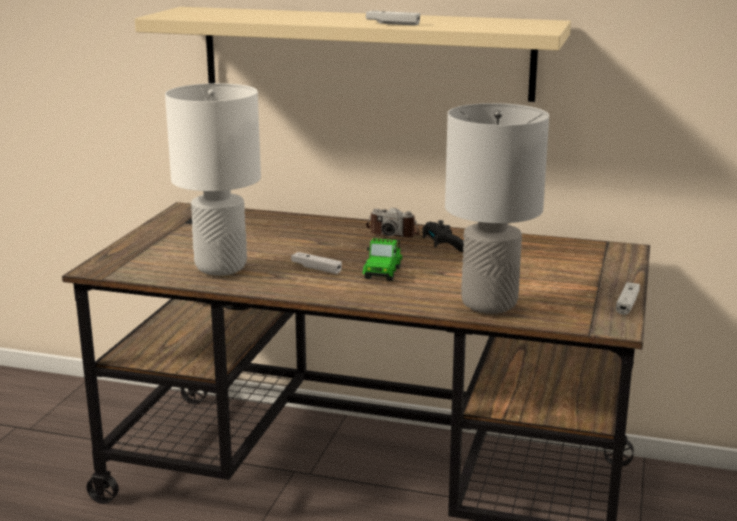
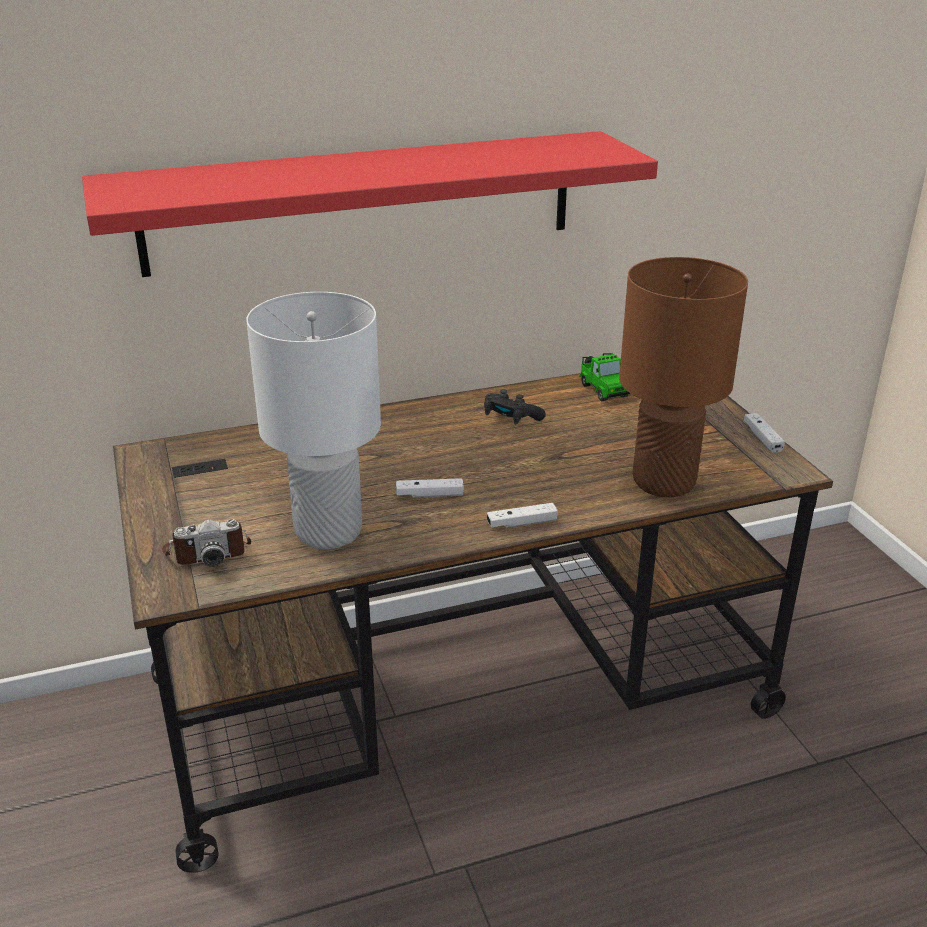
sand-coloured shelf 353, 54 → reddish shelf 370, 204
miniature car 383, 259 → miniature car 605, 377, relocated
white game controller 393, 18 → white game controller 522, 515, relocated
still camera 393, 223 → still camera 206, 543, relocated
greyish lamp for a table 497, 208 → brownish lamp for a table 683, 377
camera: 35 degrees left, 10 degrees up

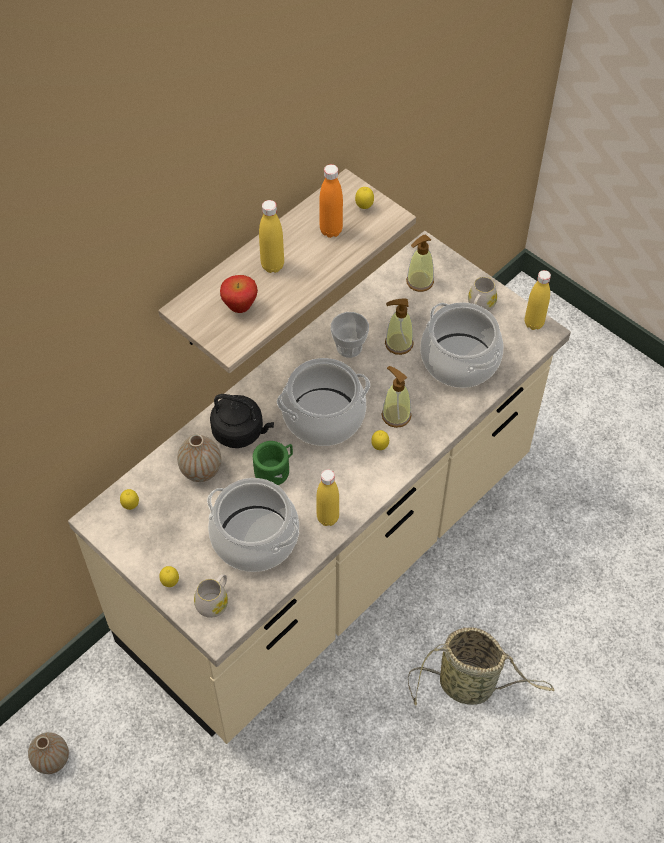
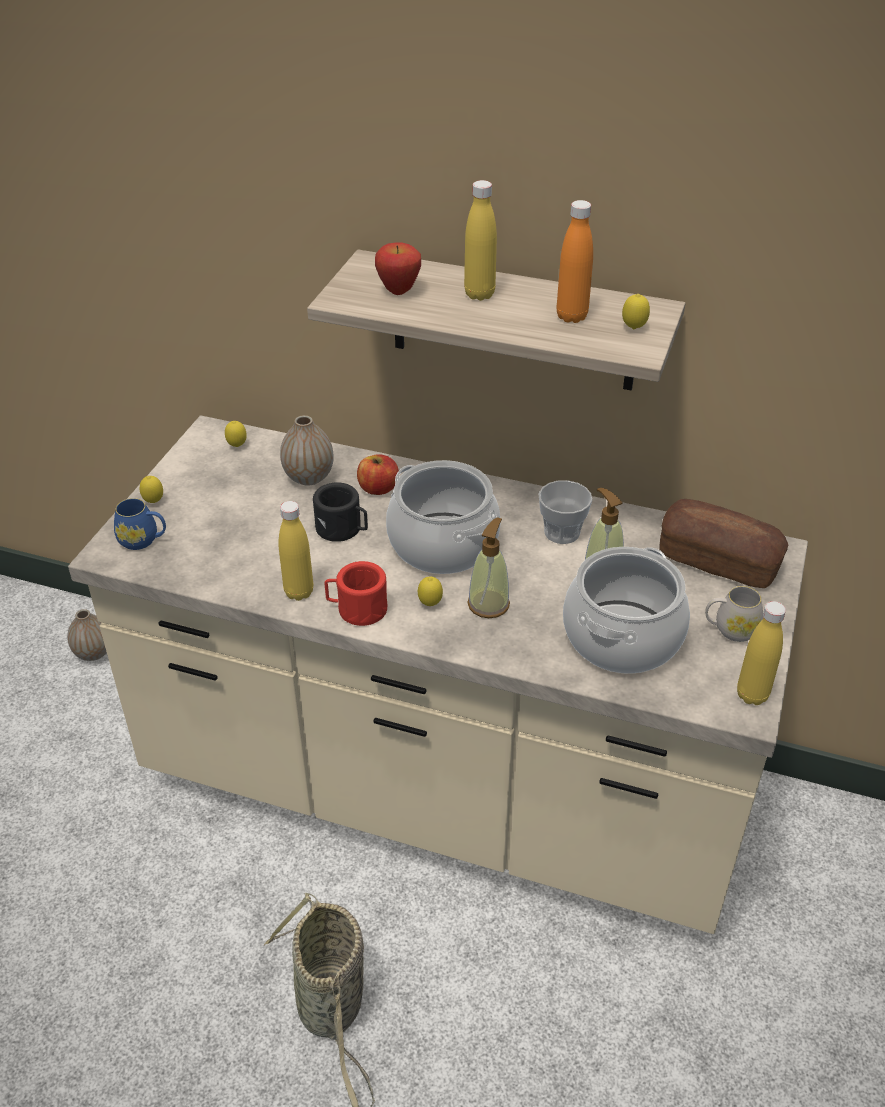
white tea mug 211, 596 → bluish tea mug 140, 524
cooking pot 253, 525 → -
black-coloured kettle 242, 421 → whole apple 378, 475
green-coloured tea mug 273, 463 → black-coloured tea mug 340, 512
soap dispenser 420, 263 → bread 723, 543
- → reddish tea mug 355, 593
camera: 65 degrees right, 15 degrees down

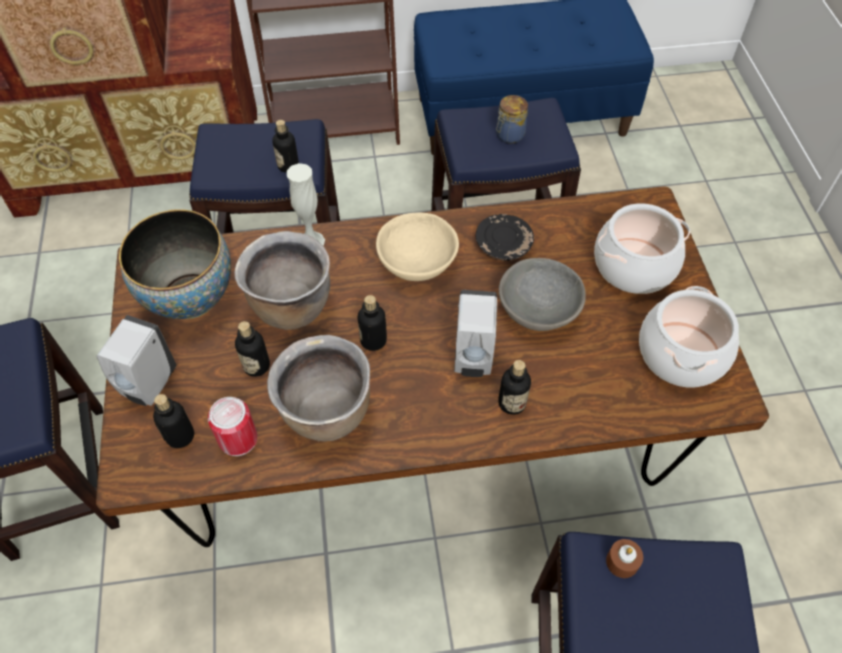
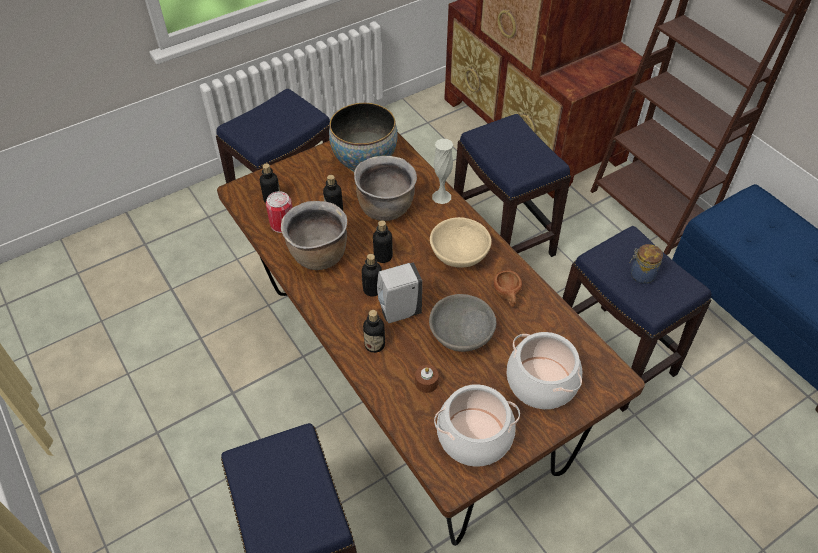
white soap dispenser 137, 360 → -
beverage bottle 285, 146 → beverage bottle 372, 275, relocated
black-coloured flat dish 504, 237 → brownish drinking cup 507, 288
brownish candle 624, 558 → brownish candle 427, 379, relocated
camera: 65 degrees right, 5 degrees down

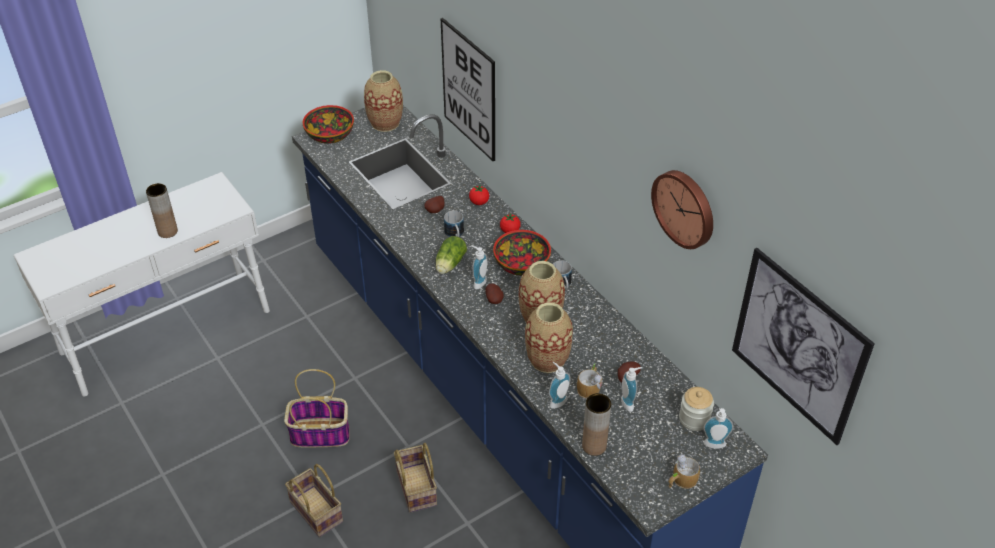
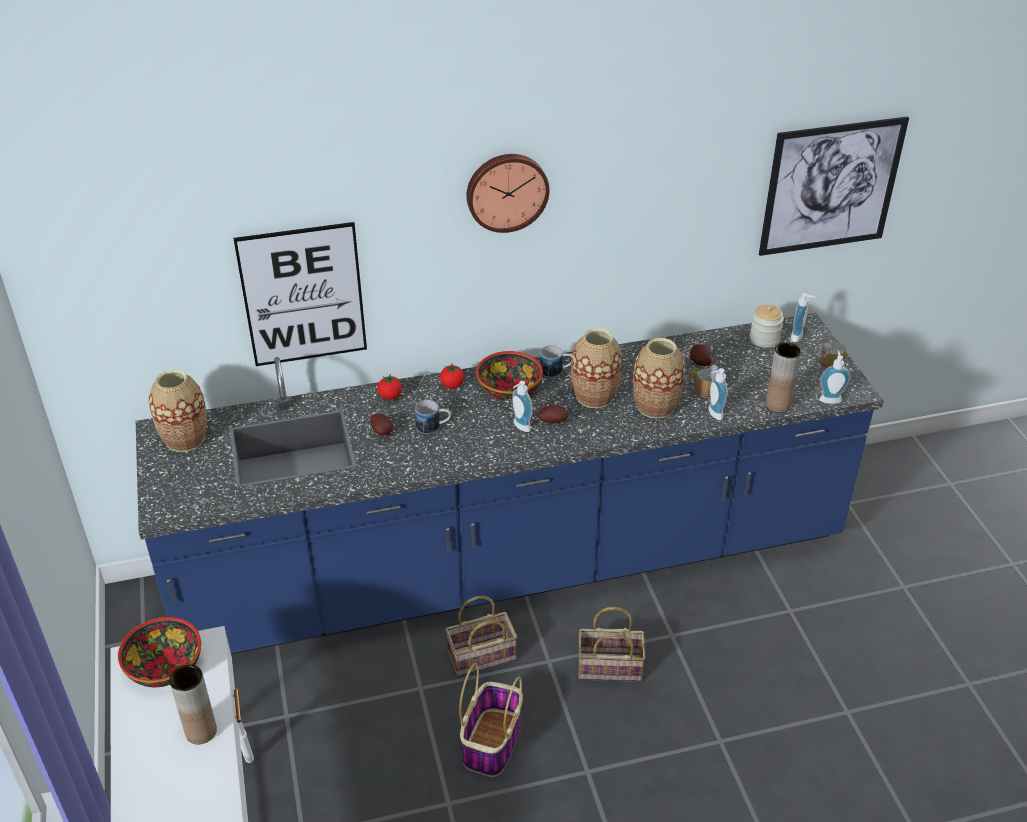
storage basket 314, 500 → storage basket 481, 636, relocated
serving bowl 328, 124 → serving bowl 159, 652, relocated
lettuce head 451, 255 → -
soap dispenser 631, 389 → soap dispenser 835, 377, relocated
wall clock 682, 209 → wall clock 507, 193, relocated
camera: 70 degrees left, 5 degrees down

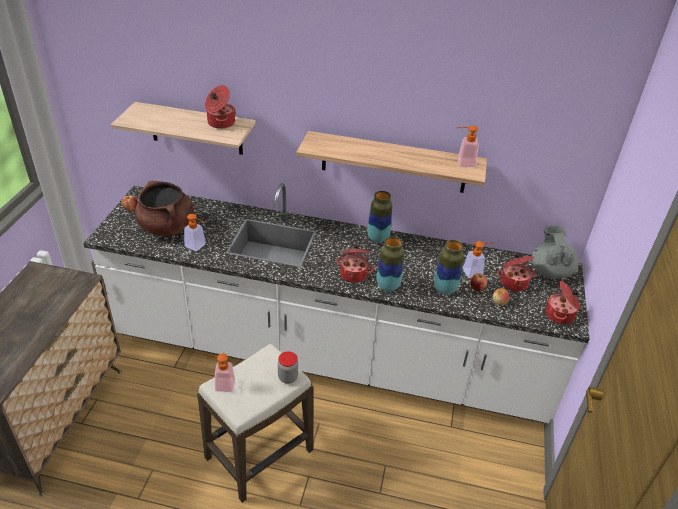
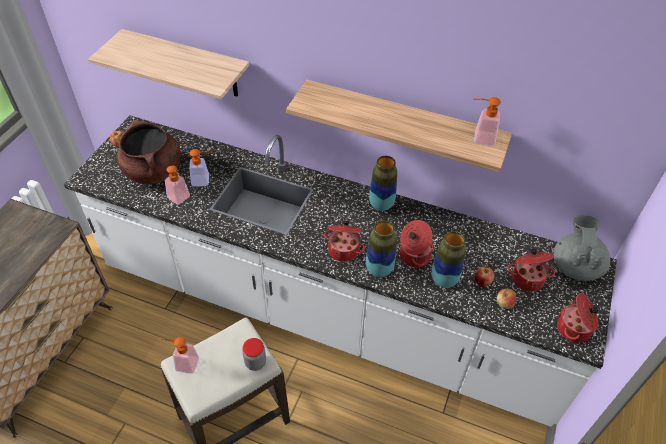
cooking pot 220, 107 → cooking pot 417, 243, relocated
soap dispenser 477, 259 → soap dispenser 200, 168, relocated
camera: 10 degrees right, 10 degrees up

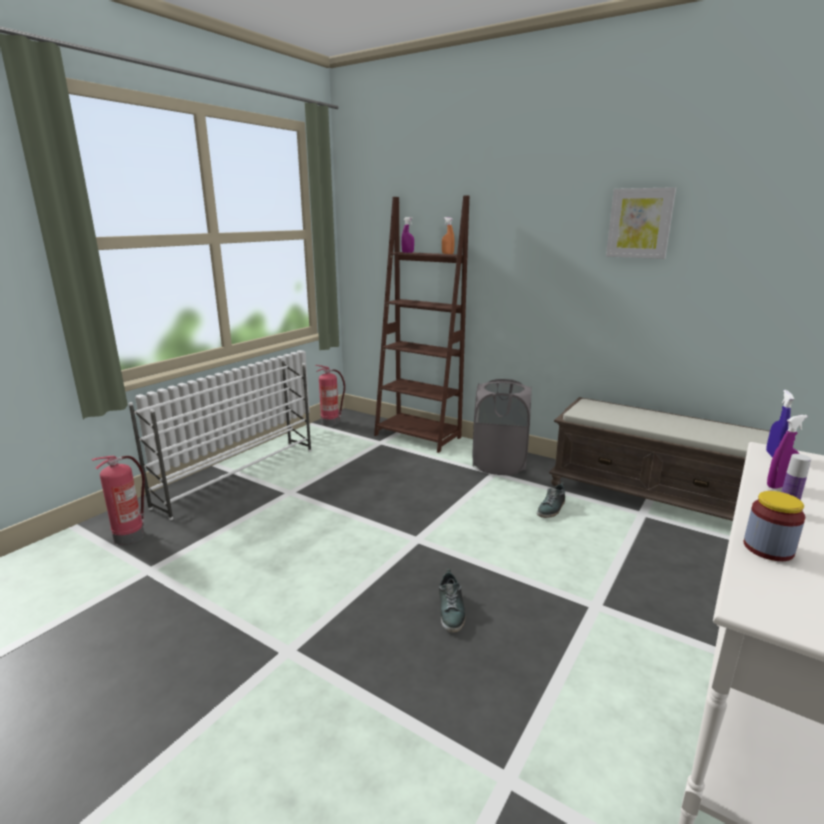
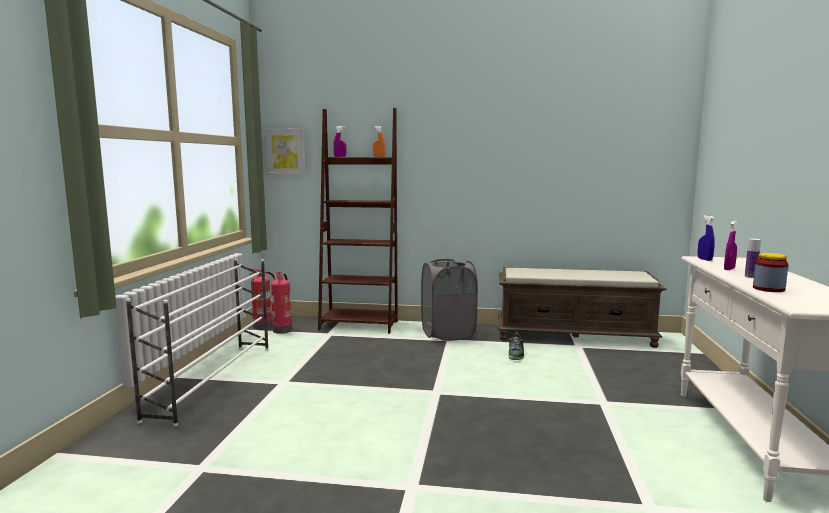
fire-fighting cylinder 118, 500 → fire-fighting cylinder 281, 303, relocated
shoe 452, 601 → -
picture 641, 223 → picture 285, 151, relocated
camera: 25 degrees left, 10 degrees down

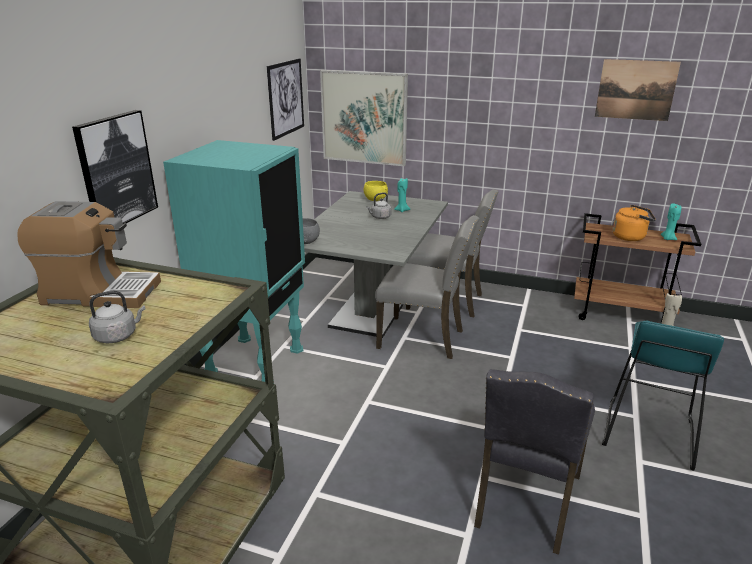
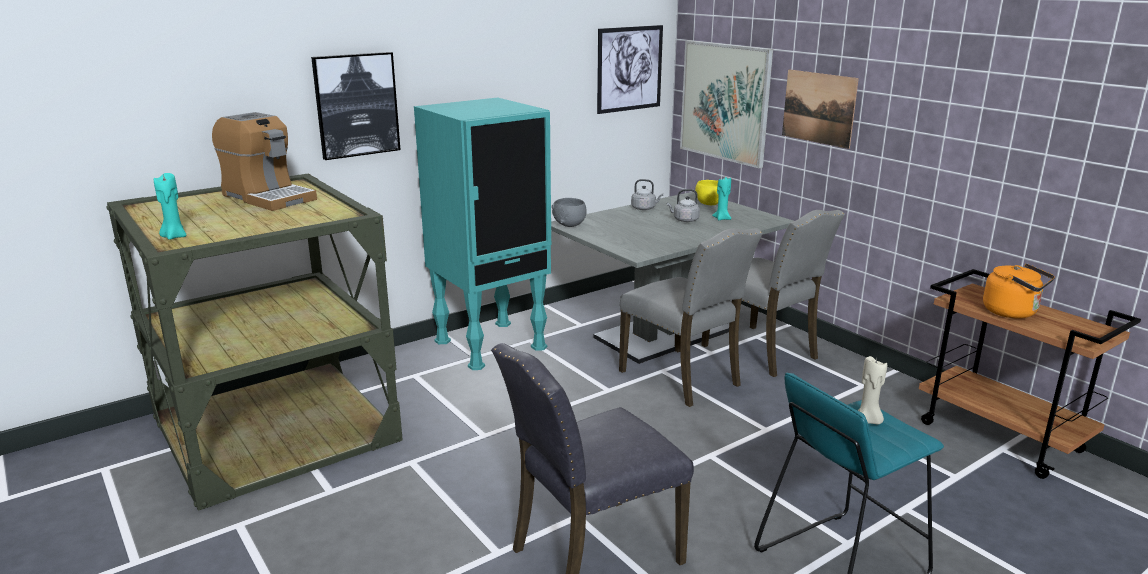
greyish kettle 117, 317 → greyish kettle 647, 194, relocated
picture 638, 90 → picture 820, 109, relocated
turquoise-coloured candle 671, 221 → turquoise-coloured candle 170, 206, relocated
camera: 35 degrees right, 5 degrees down

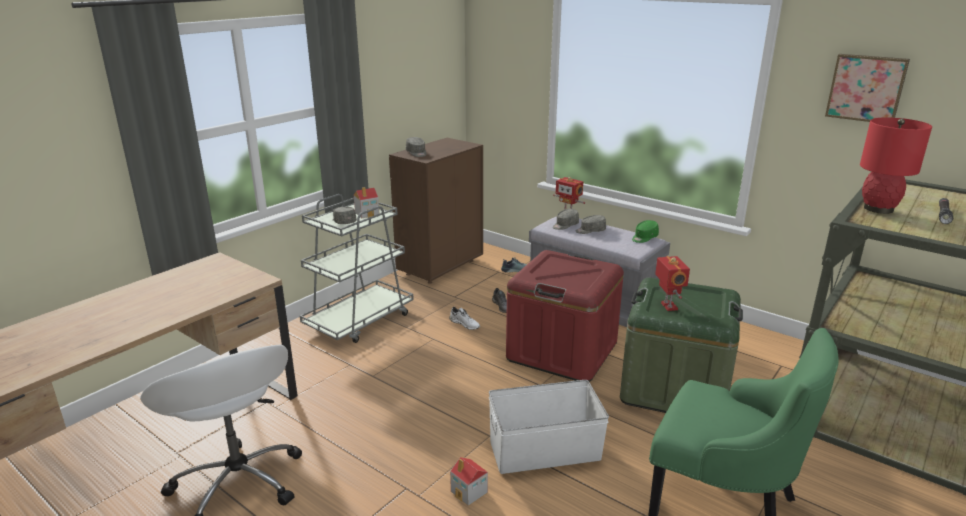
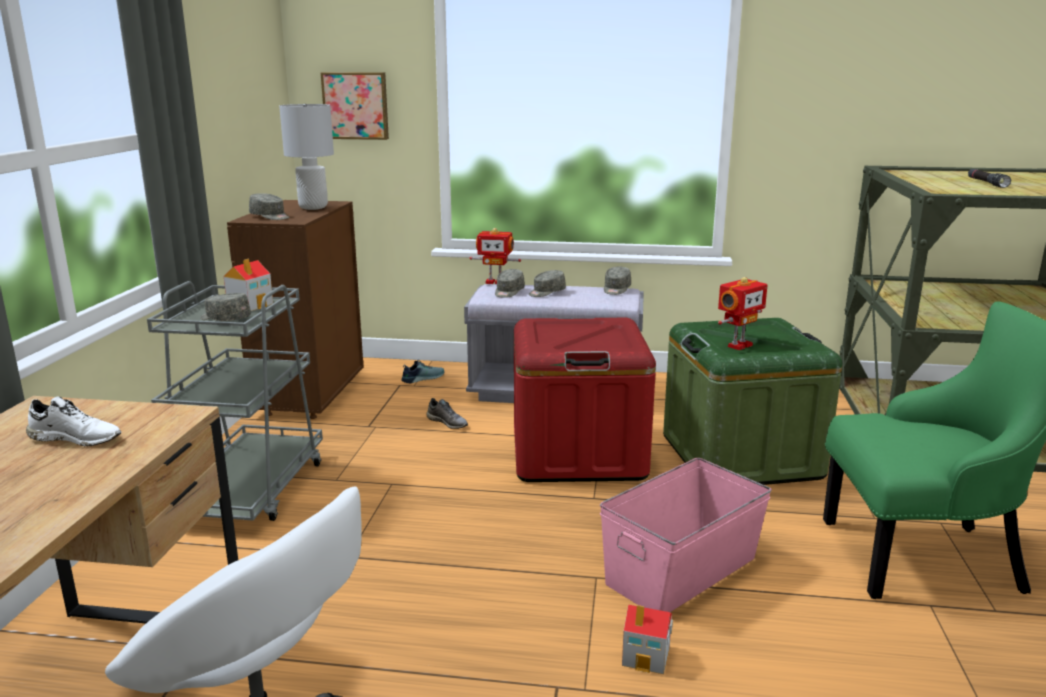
white shoe 464, 318 → white shoe 73, 421, relocated
white storage bin 549, 427 → pinkish storage bin 686, 535
green-coloured peaked cap 645, 231 → greyish peaked cap 617, 280
model robot 672, 283 → model robot 743, 313, 90 degrees clockwise
picture 867, 88 → picture 354, 106, relocated
reddish lamp for a table 896, 165 → -
- → greyish lamp for a table 306, 157
camera: 30 degrees left, 5 degrees down

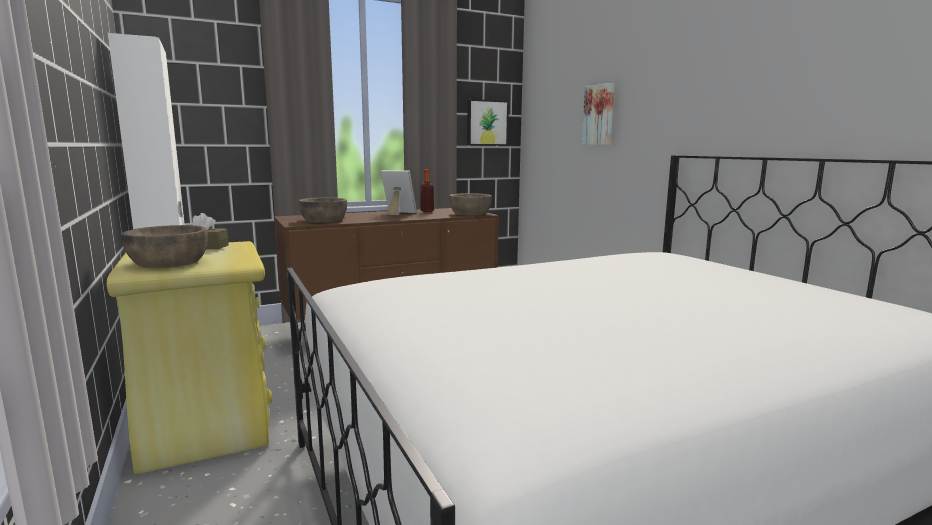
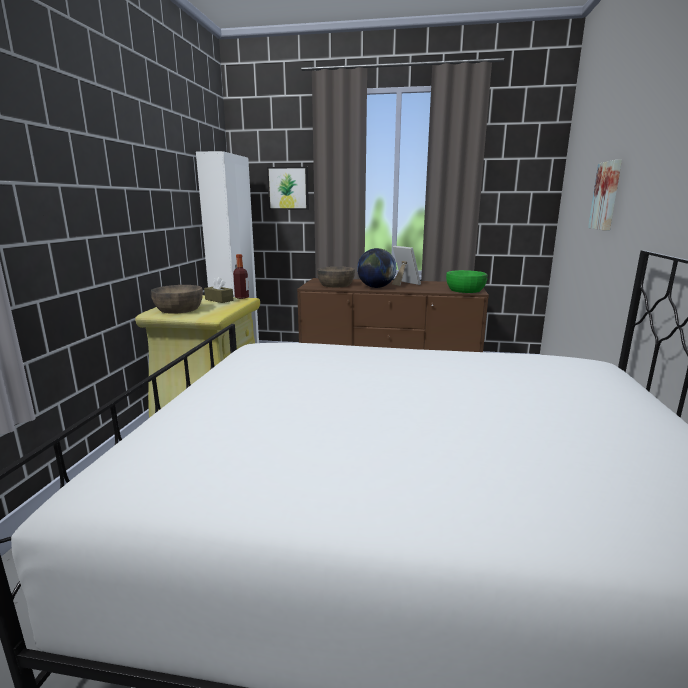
beverage bottle 427, 190 → beverage bottle 241, 276, relocated
brownish serving bowl 470, 204 → green-coloured serving bowl 467, 281
picture 488, 122 → picture 288, 188, relocated
- → desk globe 376, 268
camera: 35 degrees right, 5 degrees up

